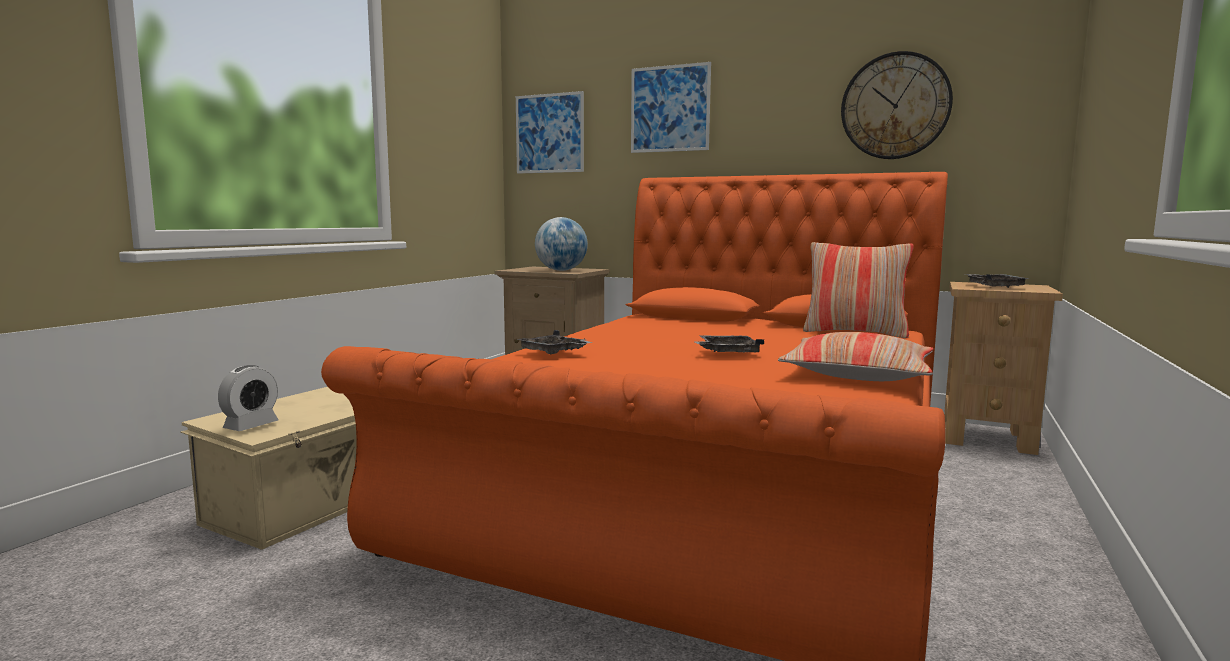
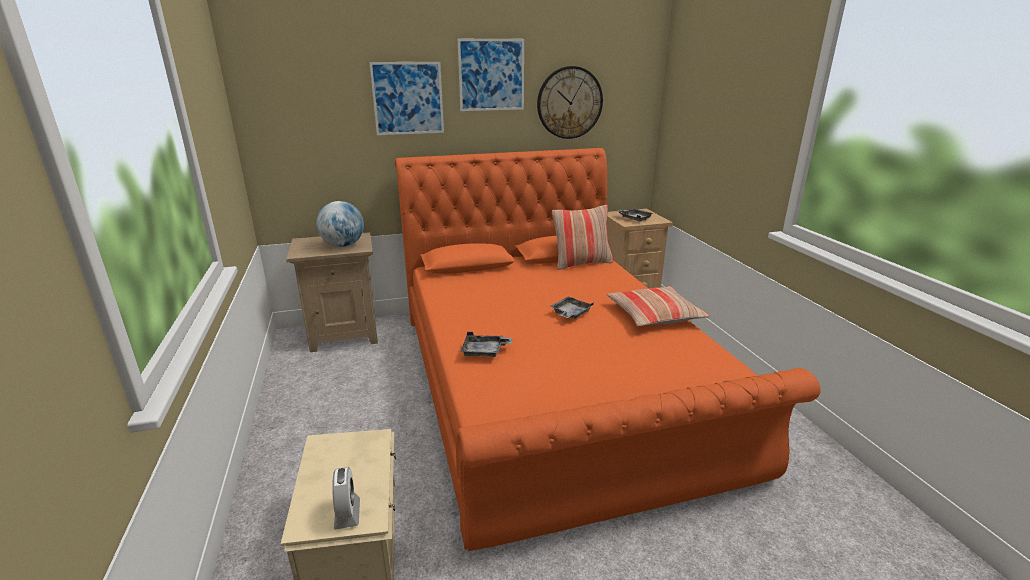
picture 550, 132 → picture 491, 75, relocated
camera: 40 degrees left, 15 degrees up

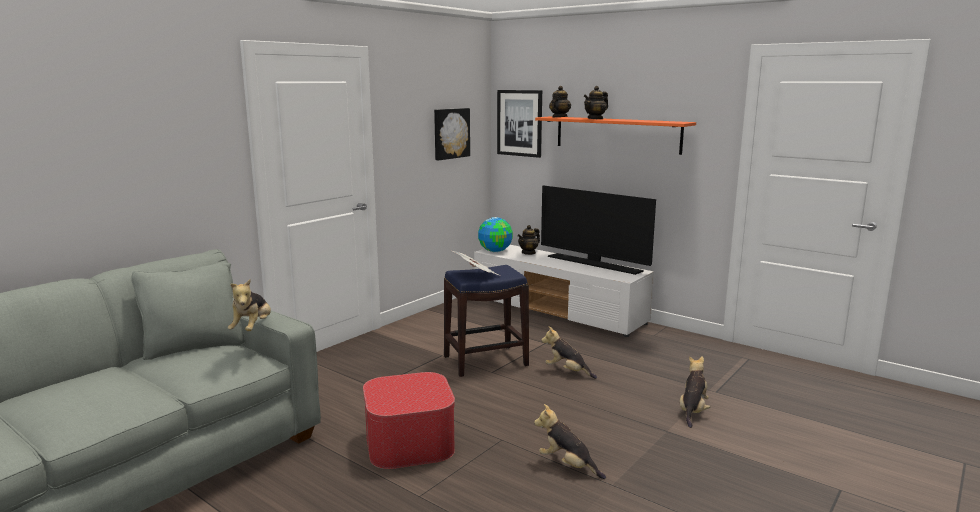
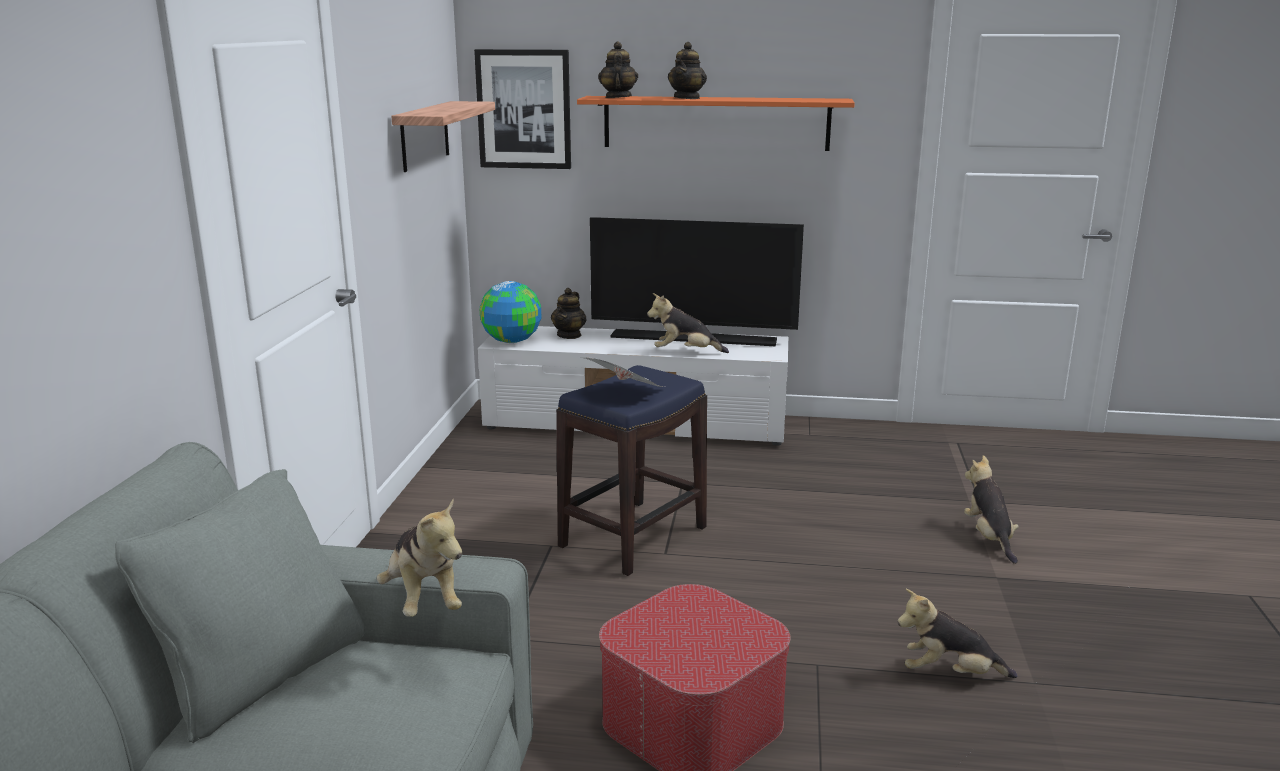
picture 452, 134 → shelf 443, 136
soft toy 569, 352 → soft toy 688, 323, relocated
camera: 30 degrees left, 5 degrees up

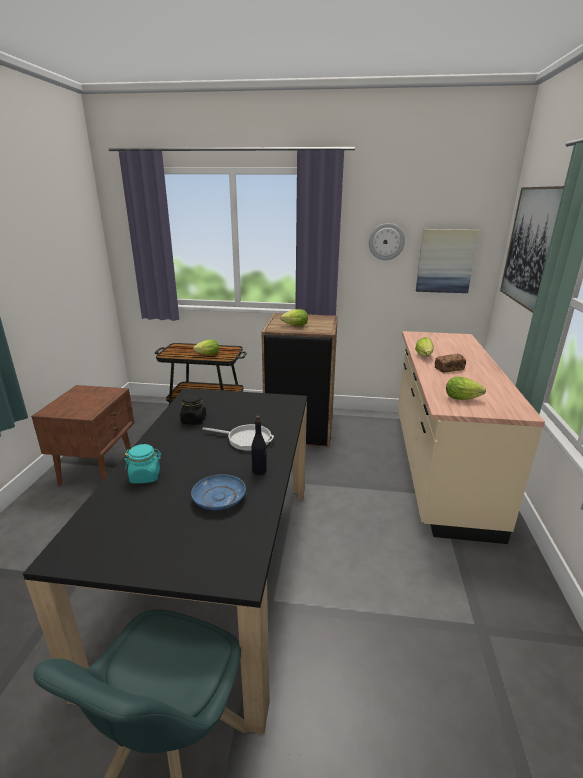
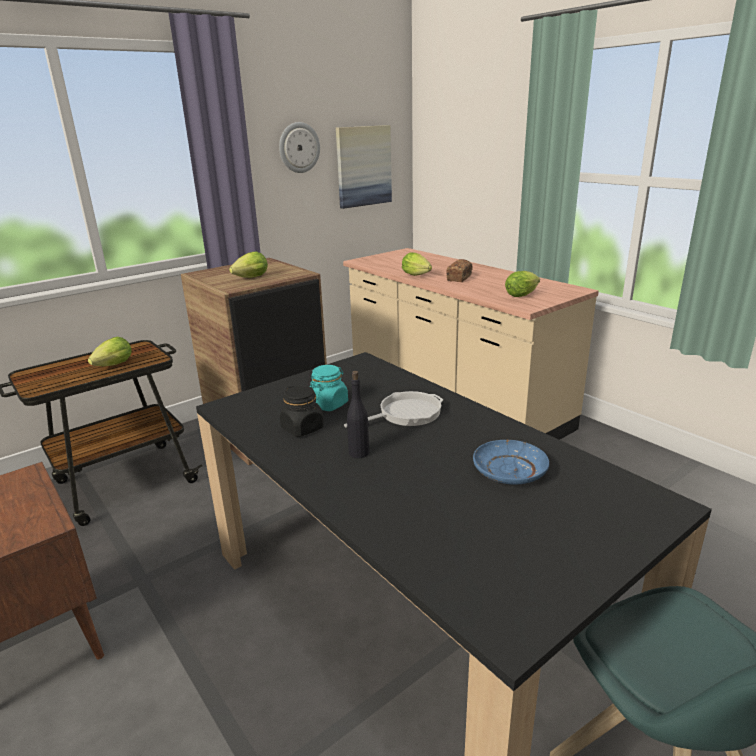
turquoise-coloured preserve jar 142, 464 → turquoise-coloured preserve jar 329, 388, relocated
black-coloured beverage bottle 259, 445 → black-coloured beverage bottle 358, 414, relocated
picture 532, 249 → -
camera: 45 degrees left, 0 degrees up

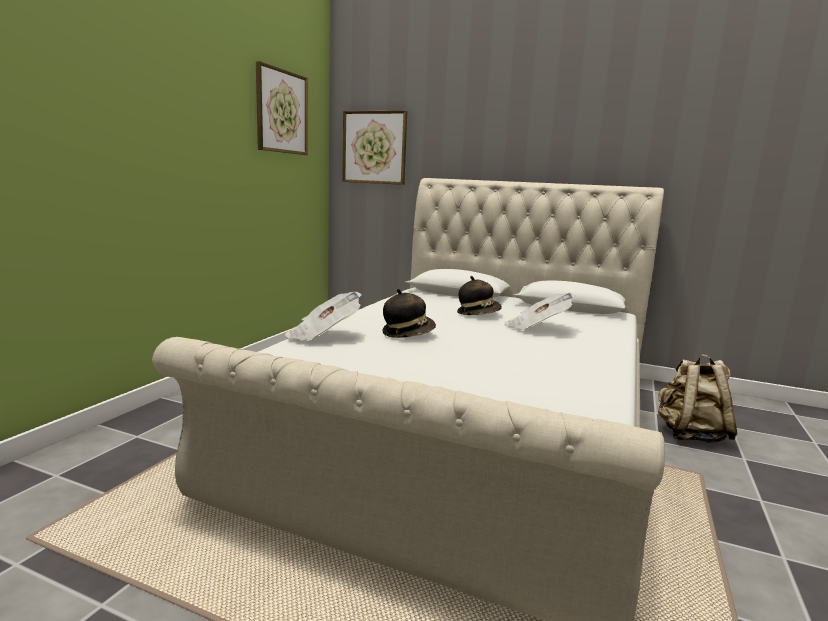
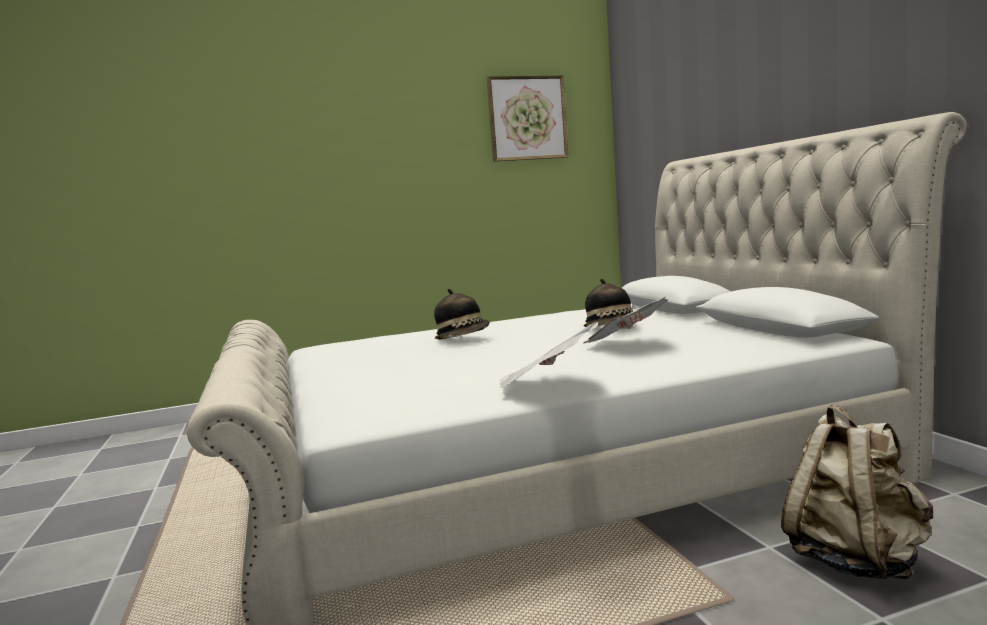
daily paper 323, 316 → daily paper 549, 355, relocated
picture 374, 148 → -
camera: 50 degrees right, 5 degrees down

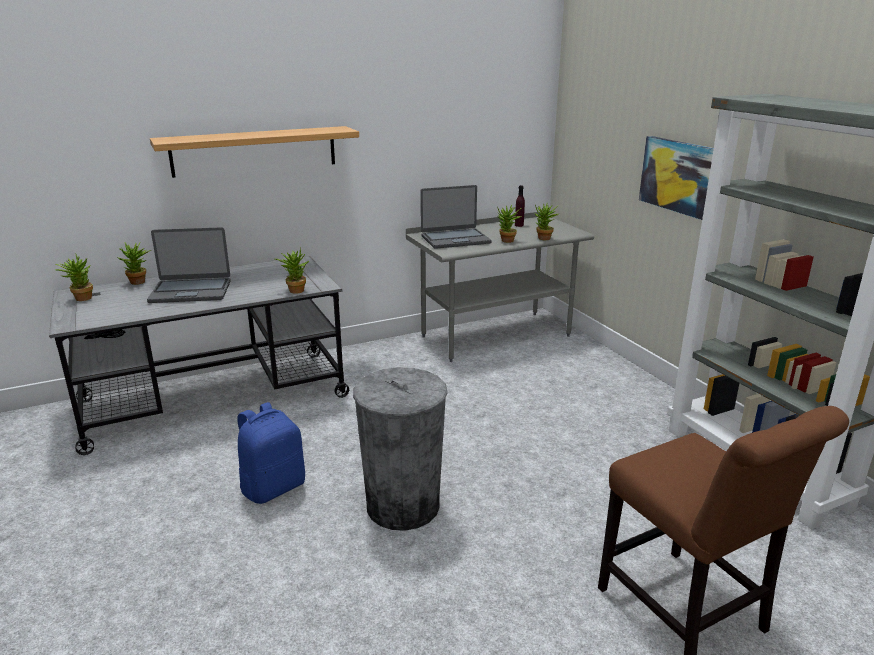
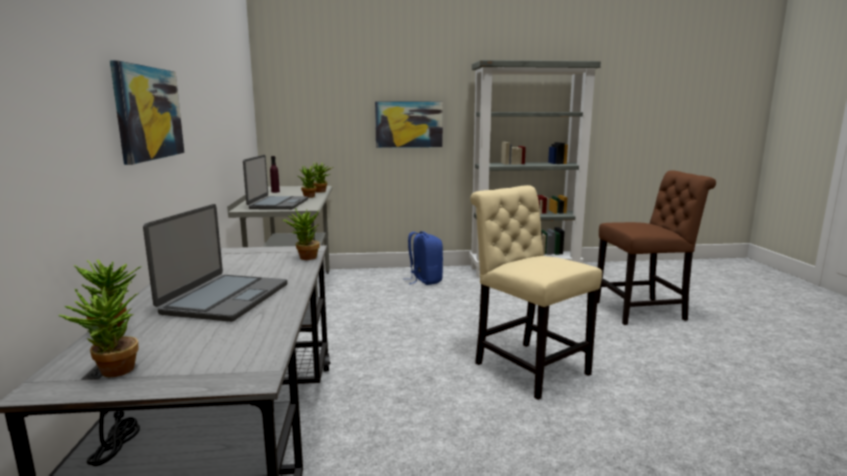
shelf 254, 152 → picture 147, 112
bluish backpack 271, 453 → bluish backpack 425, 258, relocated
greyish waste bin 400, 449 → sand-coloured chair 536, 292
camera: 70 degrees left, 10 degrees down

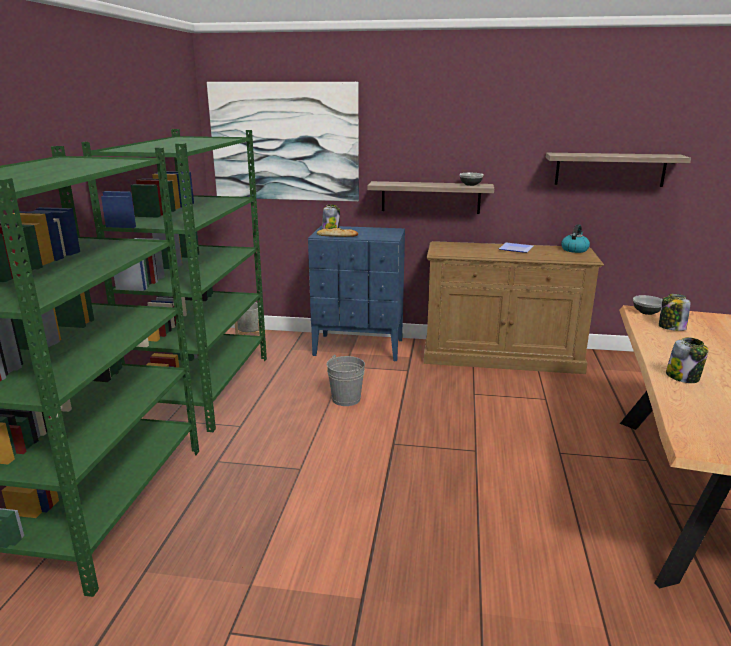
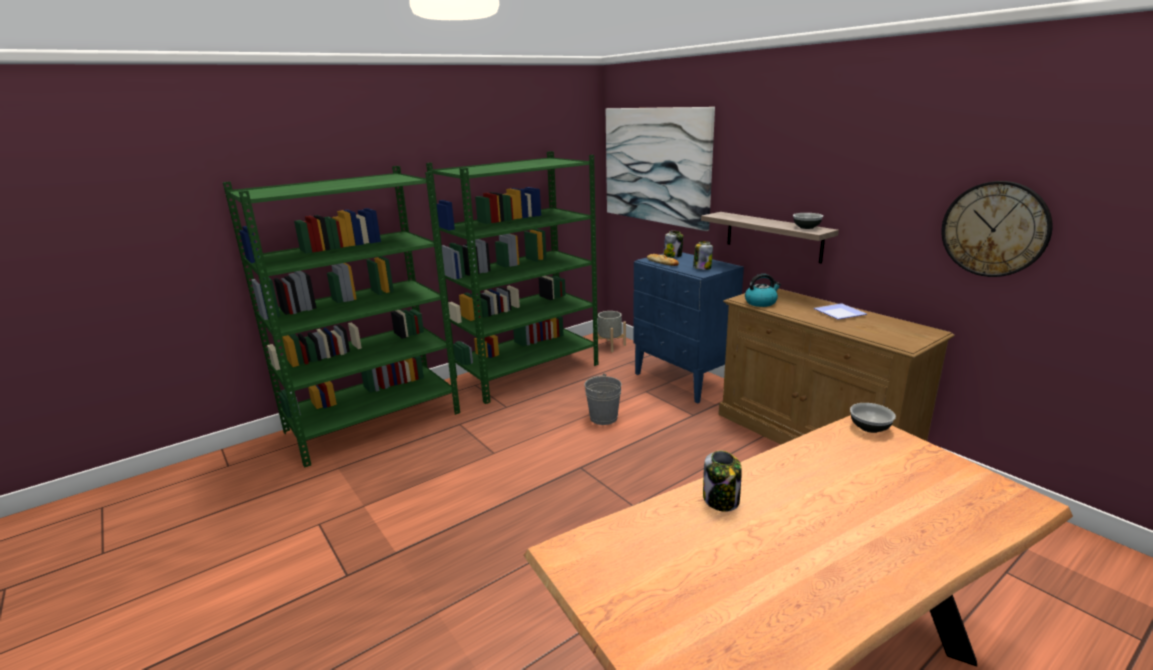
shelf 618, 170 → wall clock 997, 229
kettle 575, 238 → kettle 763, 290, relocated
preserve jar 674, 312 → preserve jar 703, 255, relocated
camera: 45 degrees right, 0 degrees up

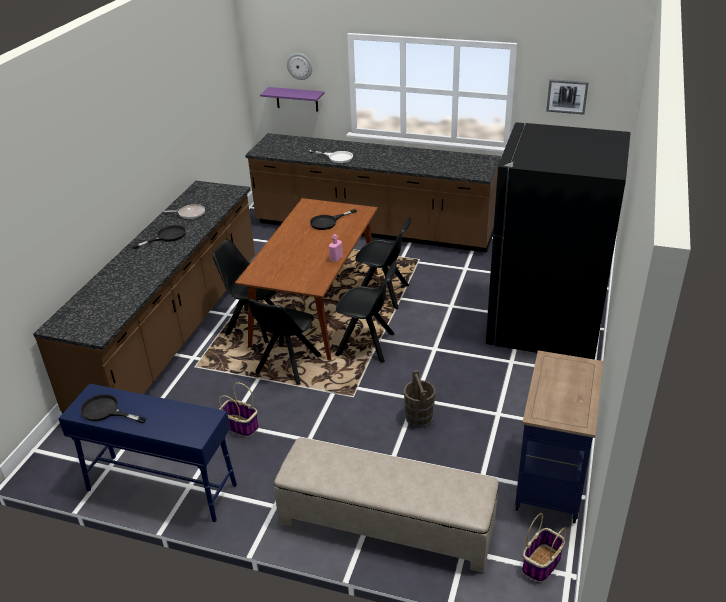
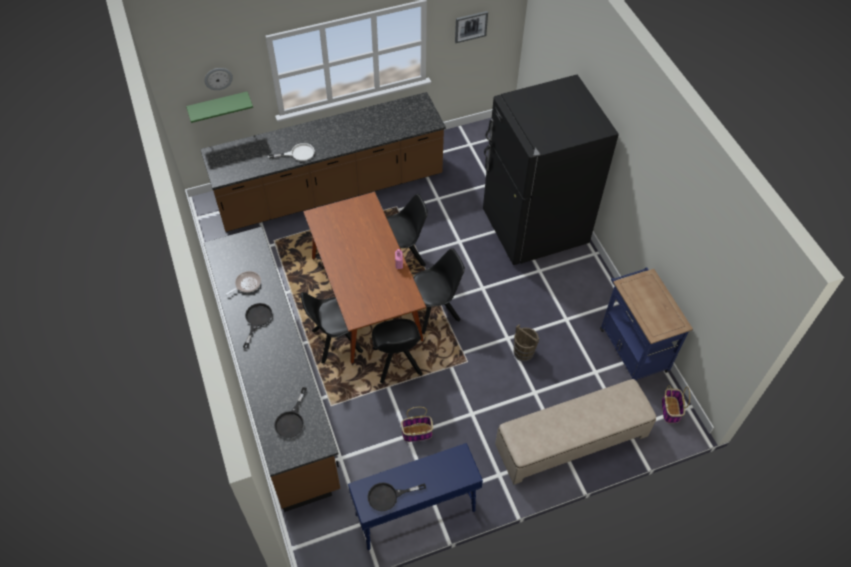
purplish shelf 292, 99 → green-coloured shelf 219, 107
black-coloured skillet 333, 219 → black-coloured skillet 290, 412, relocated
camera: 40 degrees left, 20 degrees up

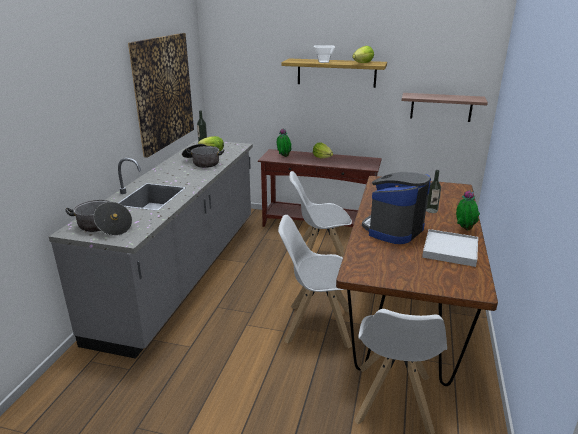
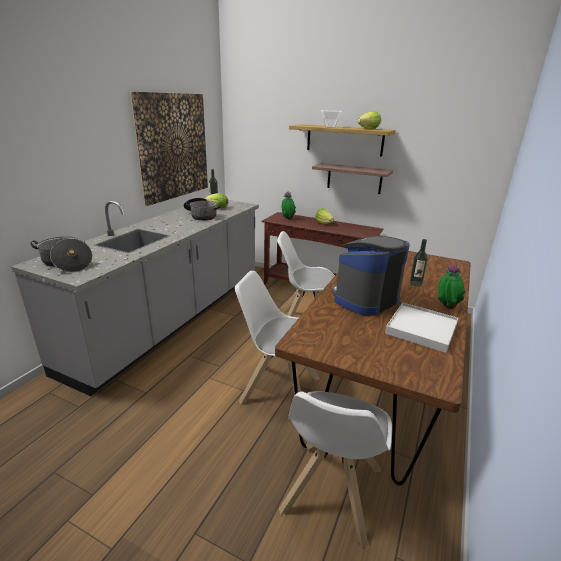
shelf 445, 107 → shelf 352, 178, relocated
camera: 10 degrees right, 0 degrees up

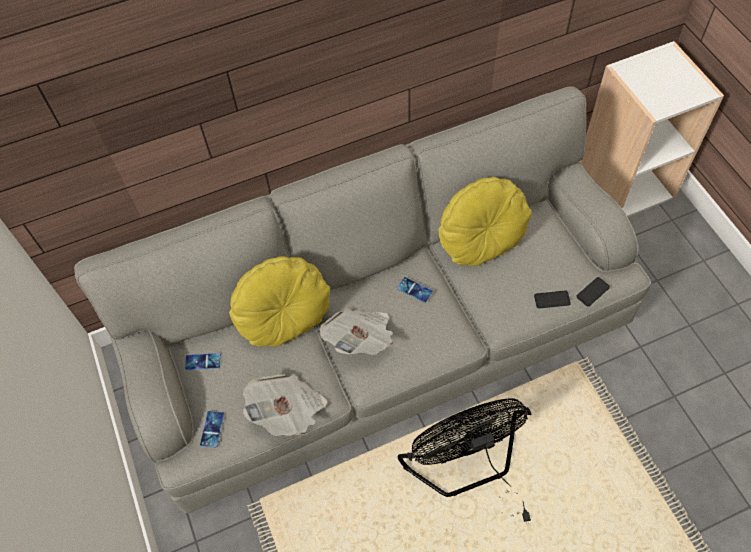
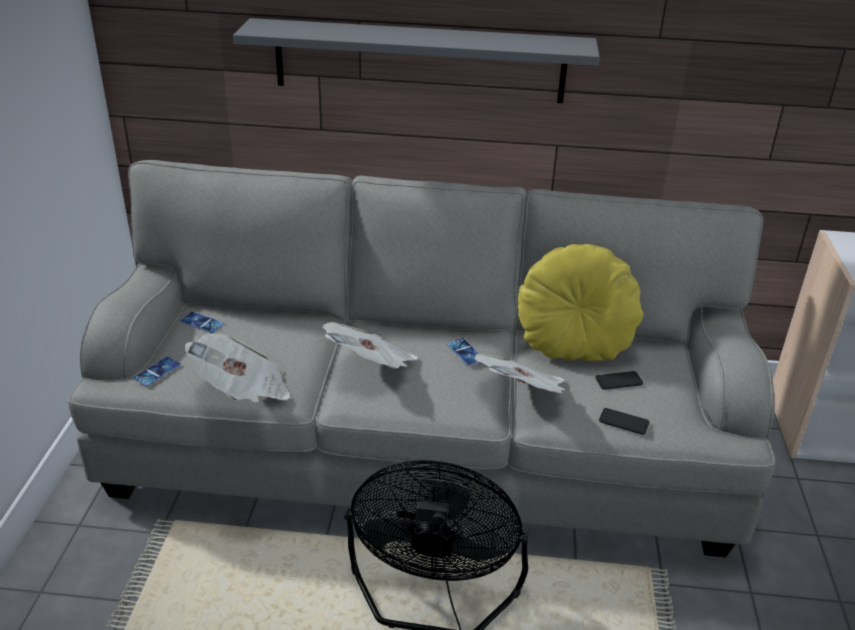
yellow-coloured cushion 279, 301 → -
handset 593, 291 → handset 619, 380, relocated
- → greyish shelf 416, 60
- → daily paper 520, 374
camera: 25 degrees right, 25 degrees down

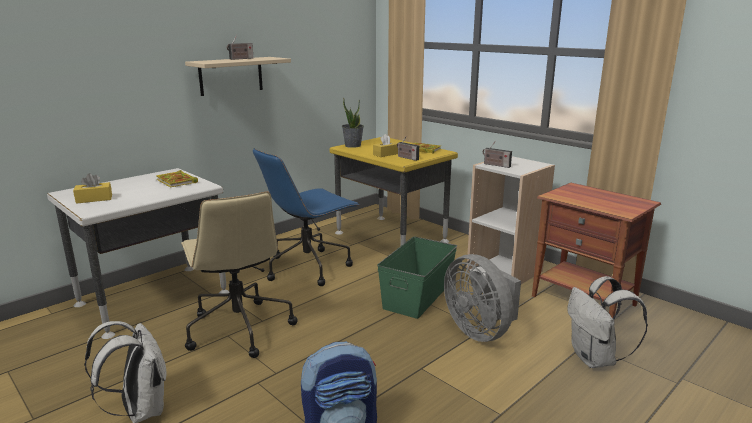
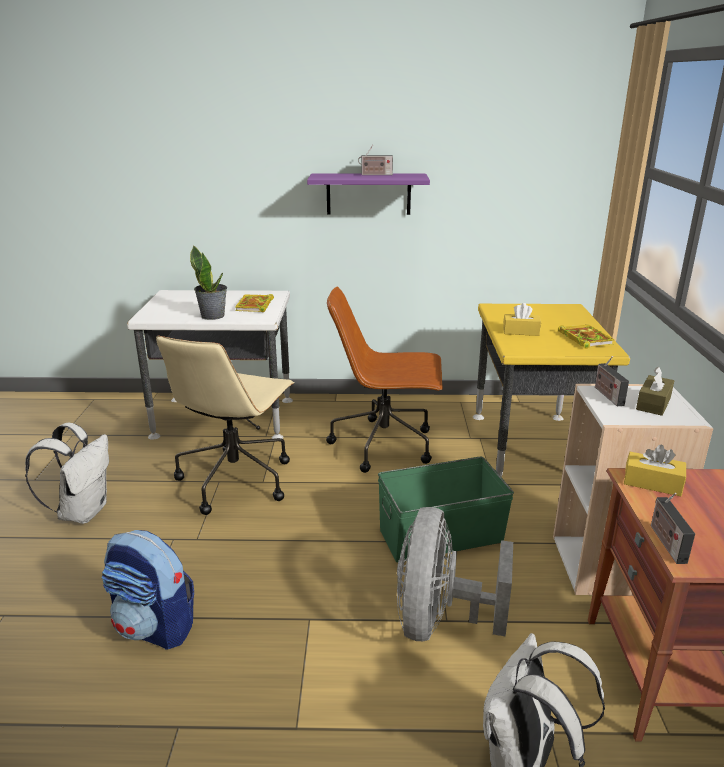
yellow-coloured tissue holder 92, 188 → yellow-coloured tissue holder 655, 470, relocated
sand-coloured shelf 238, 76 → purplish shelf 368, 194
bluish office chair 306, 217 → brownish office chair 384, 379
potted plant 353, 122 → potted plant 208, 282, relocated
radio set 408, 149 → radio set 673, 528, relocated
- → brownish tissue holder 655, 391
camera: 45 degrees right, 5 degrees up

